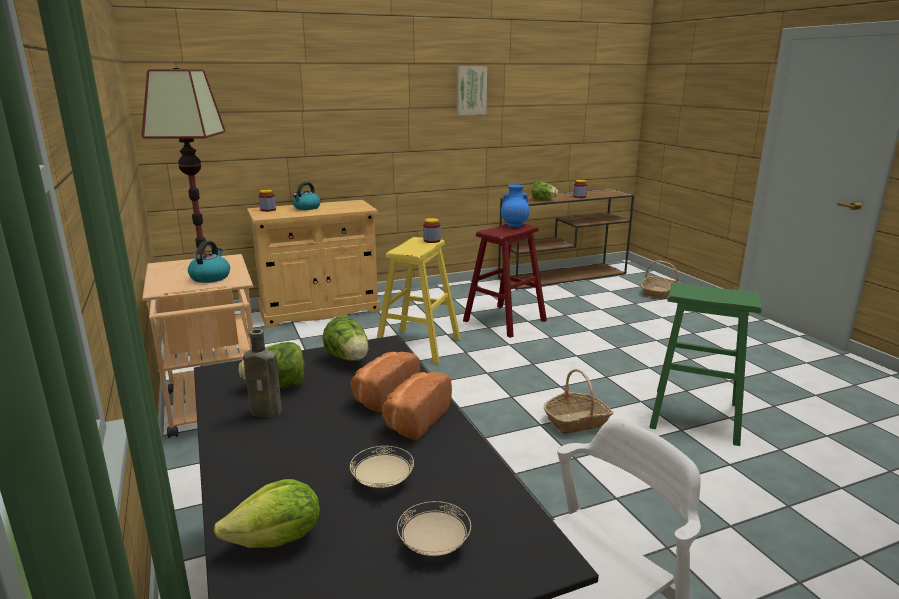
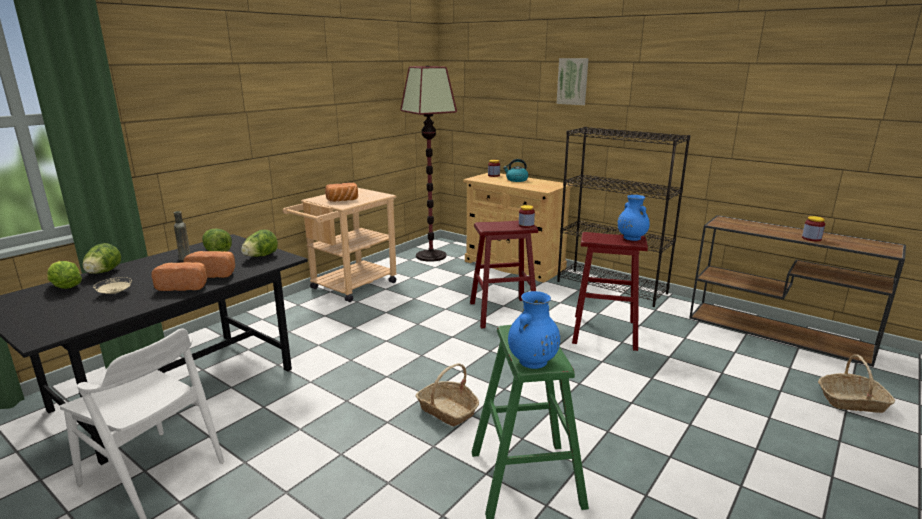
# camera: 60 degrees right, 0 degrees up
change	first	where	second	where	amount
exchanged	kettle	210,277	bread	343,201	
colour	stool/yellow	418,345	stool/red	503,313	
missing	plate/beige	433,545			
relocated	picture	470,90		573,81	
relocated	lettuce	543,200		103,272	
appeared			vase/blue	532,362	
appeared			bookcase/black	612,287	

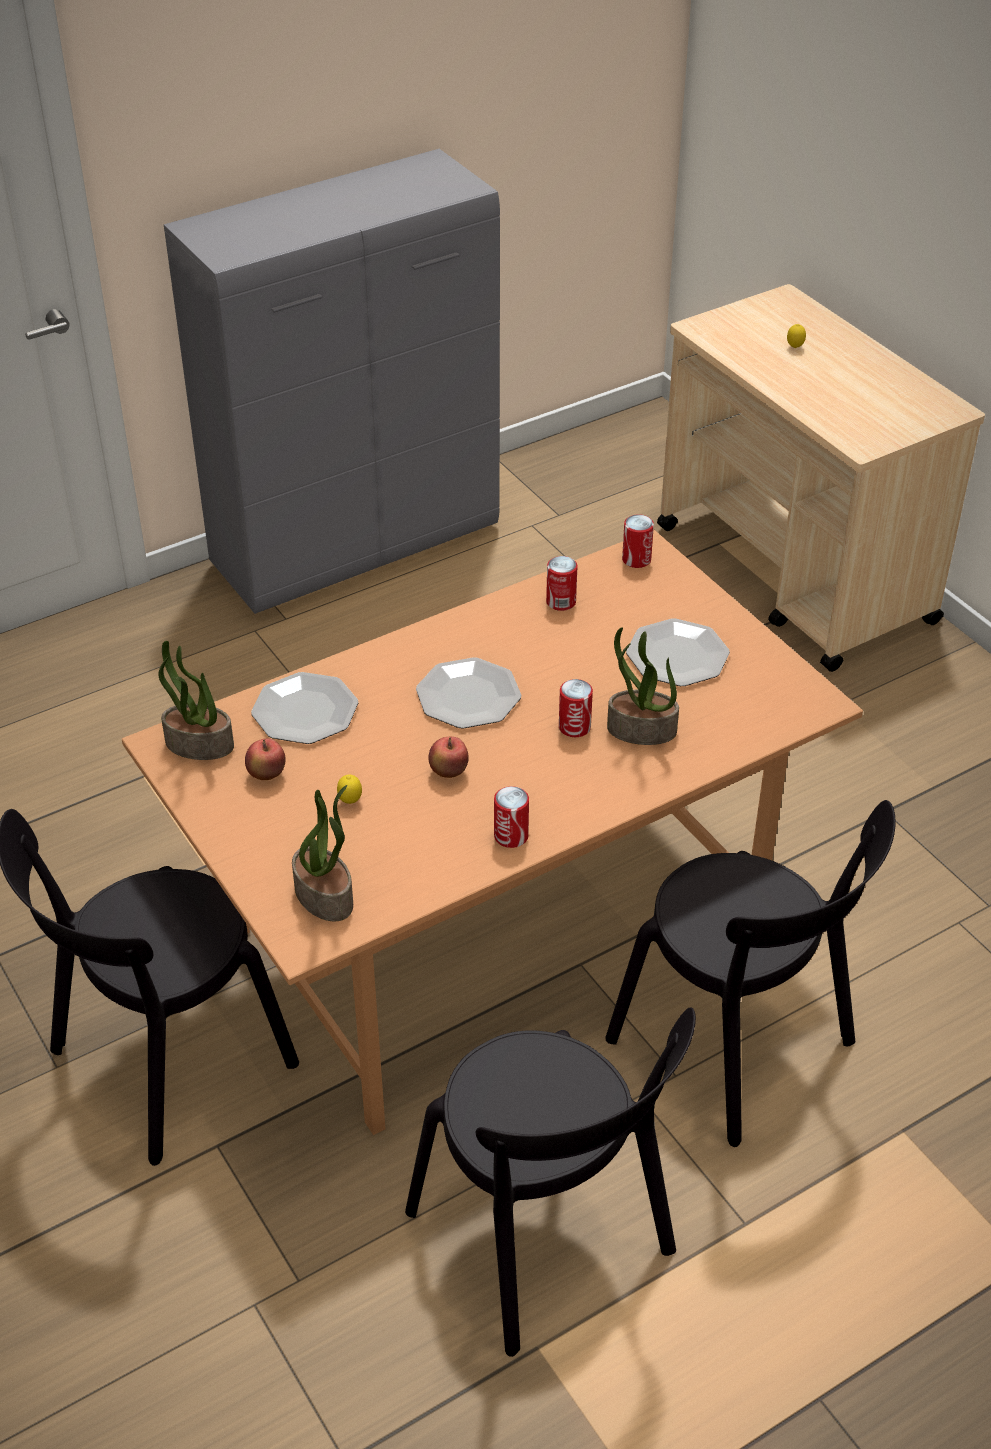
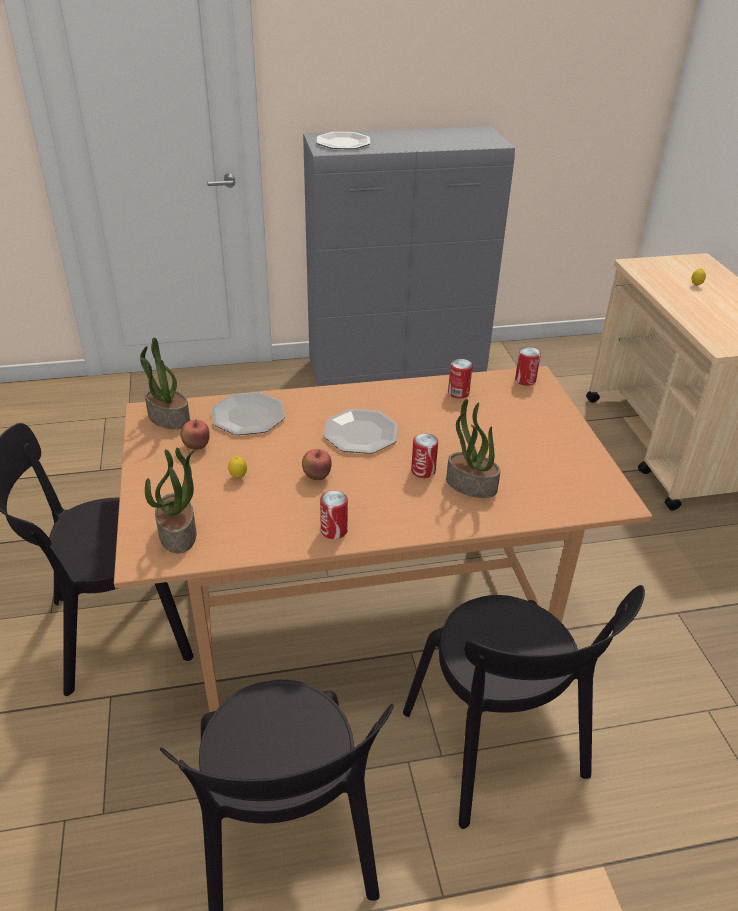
# camera: 20 degrees right, 5 degrees down
change	first	where	second	where	amount
relocated	plate	677,655		343,143	

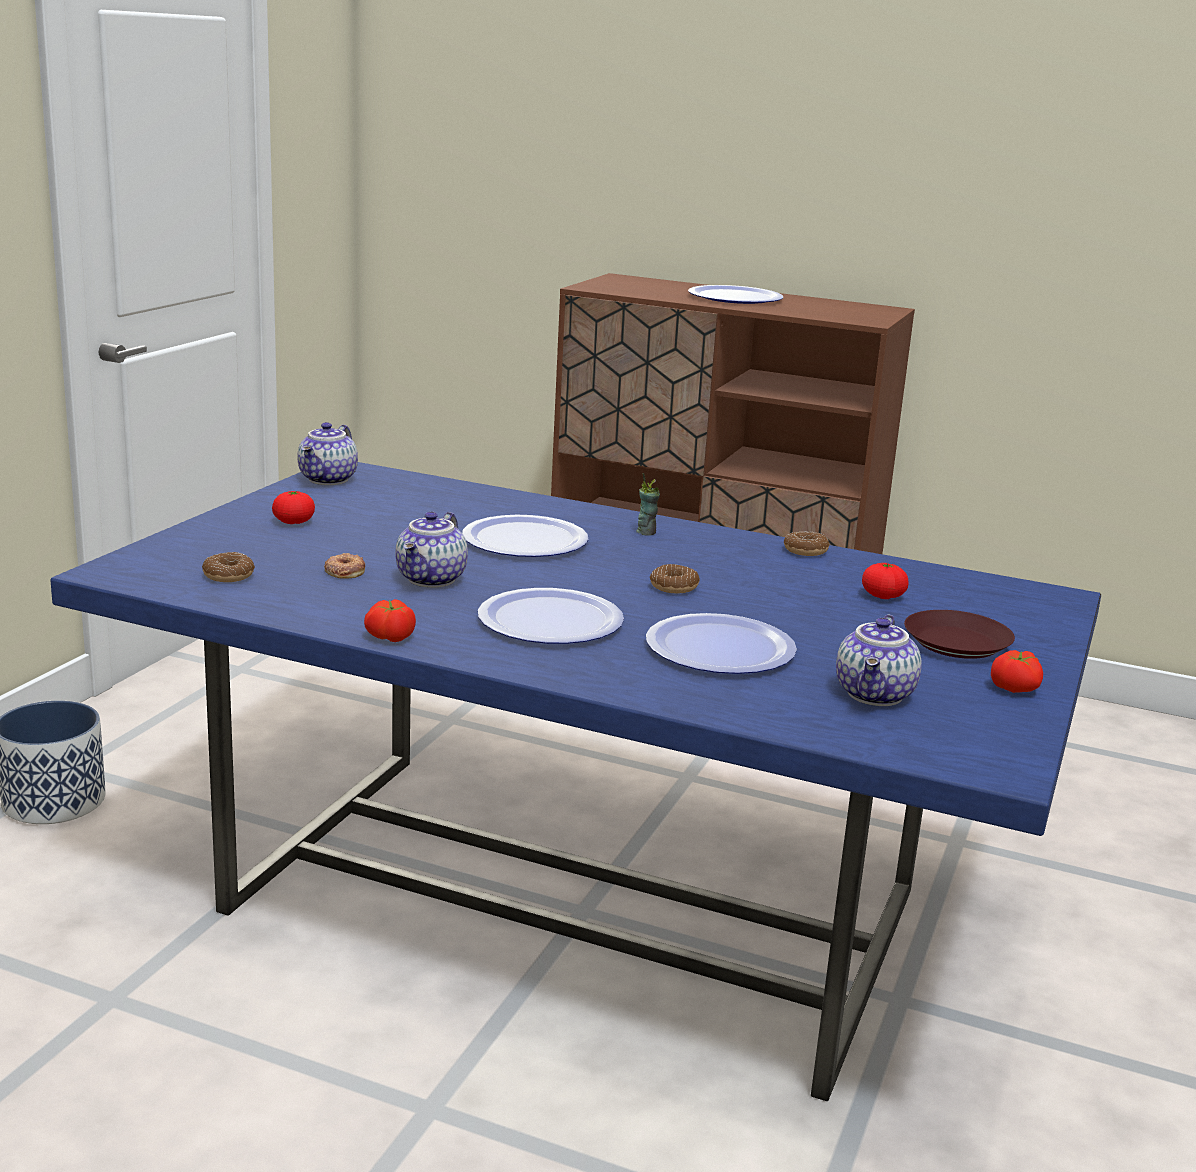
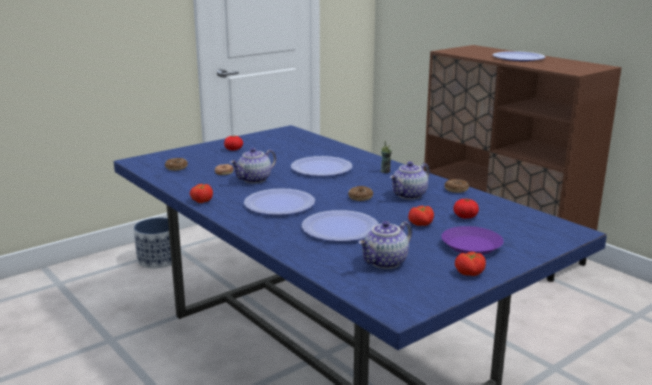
# camera: 30 degrees right, 0 degrees up
change	first	where	second	where	amount
relocated	teapot	329,480		409,195	
colour	plate/brown	957,643	plate/purple	471,246	
appeared			tomato	421,224	

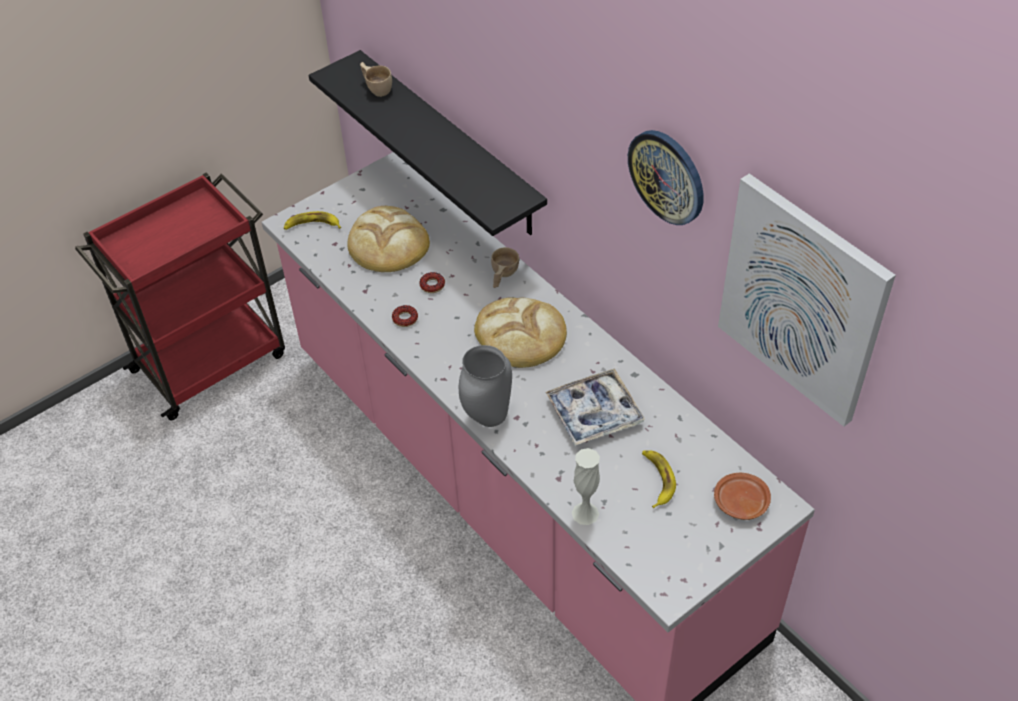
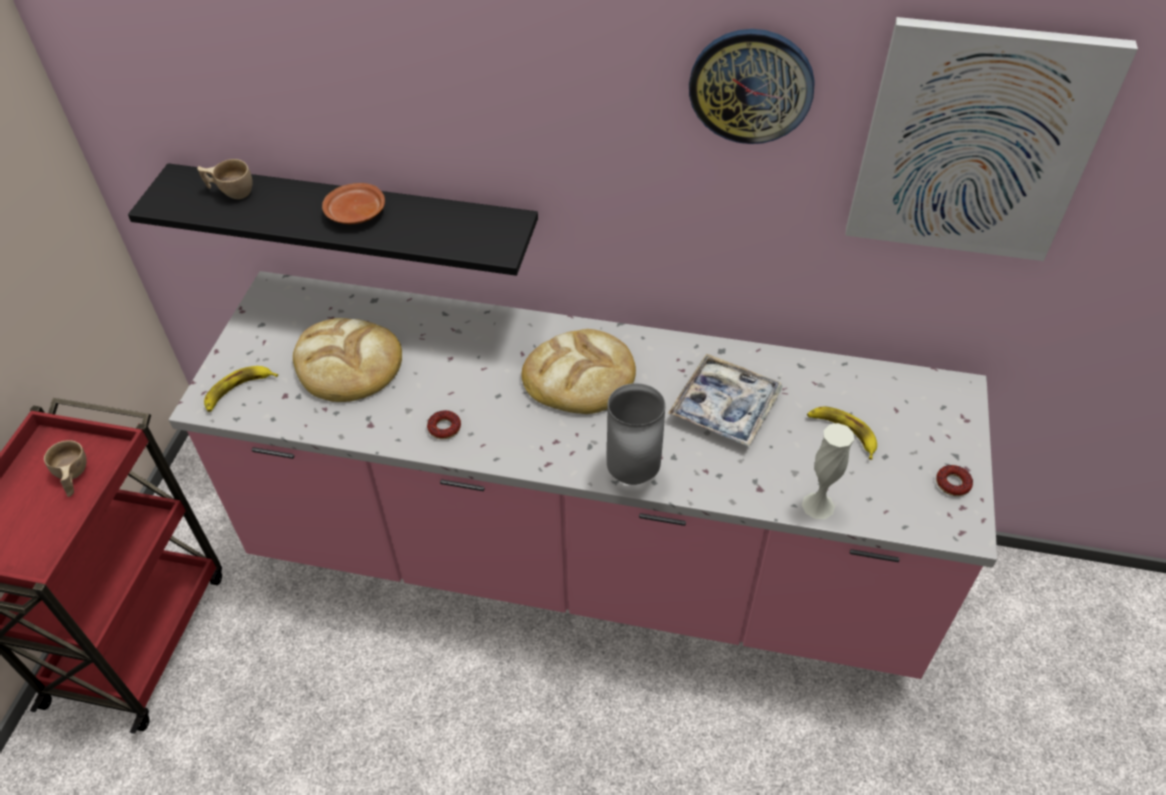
# camera: 40 degrees left, 0 degrees up
change	first	where	second	where	amount
relocated	donut	432,285		953,483	
relocated	cup/beige	502,276		73,478	
relocated	plate/brown	740,502		355,213	

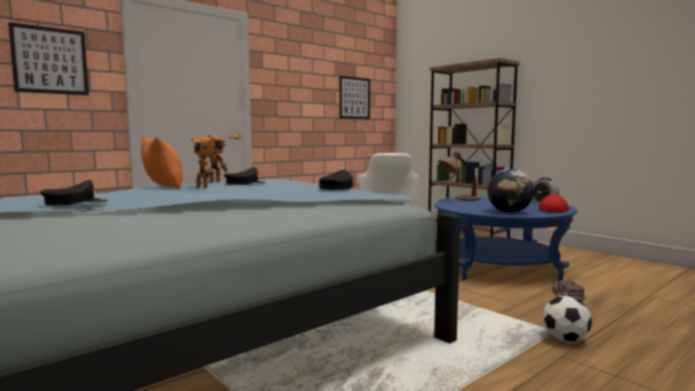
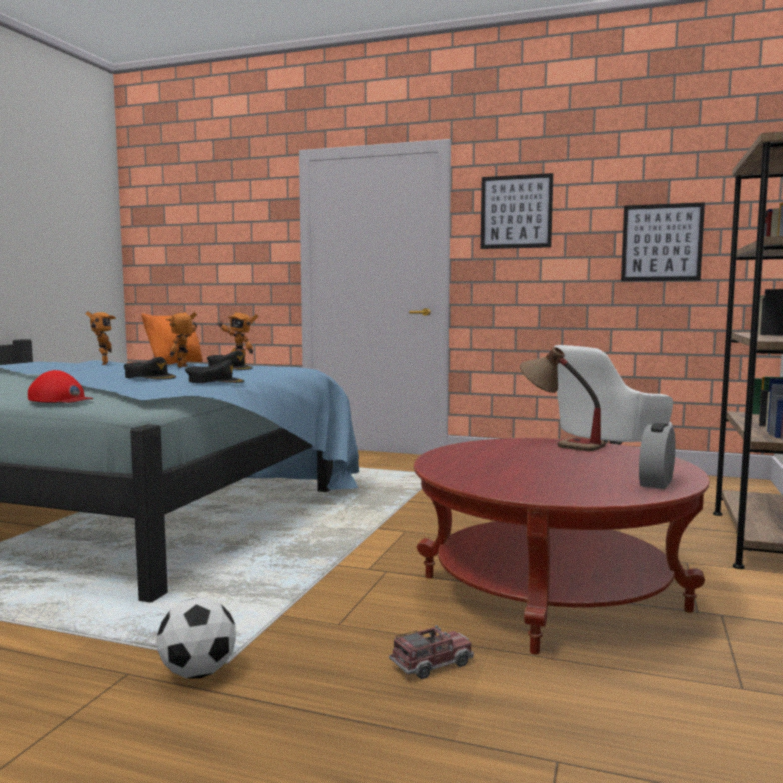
# camera: 60 degrees right, 0 degrees up
change	first	where	second	where	amount
relocated	picture	50,60		516,212	
relocated	cap/black	75,203		150,377	
colour	coffee table/blue	500,267	coffee table/red	551,593	
missing	globe	509,212			
relocated	cap/red	555,210		61,399	
appeared			toy robot	102,364	

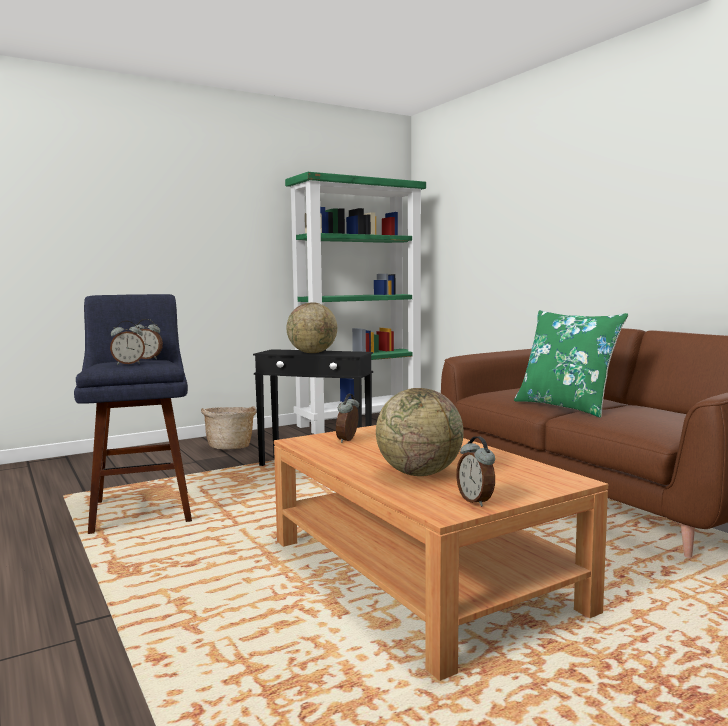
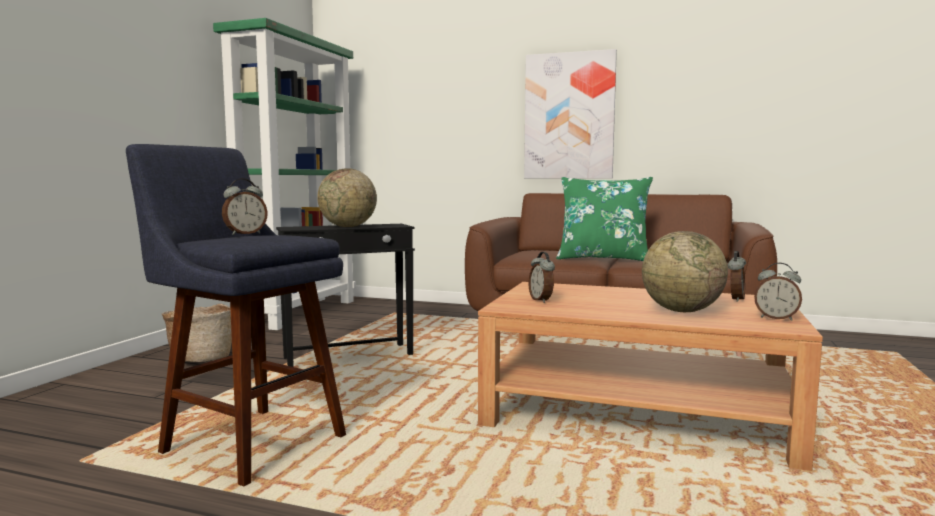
# camera: 40 degrees left, 0 degrees up
change	first	where	second	where	amount
relocated	alarm clock	128,364		735,299	
appeared			picture	569,116	

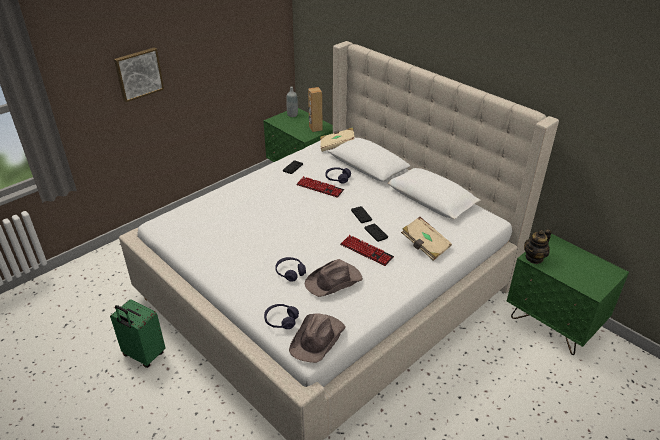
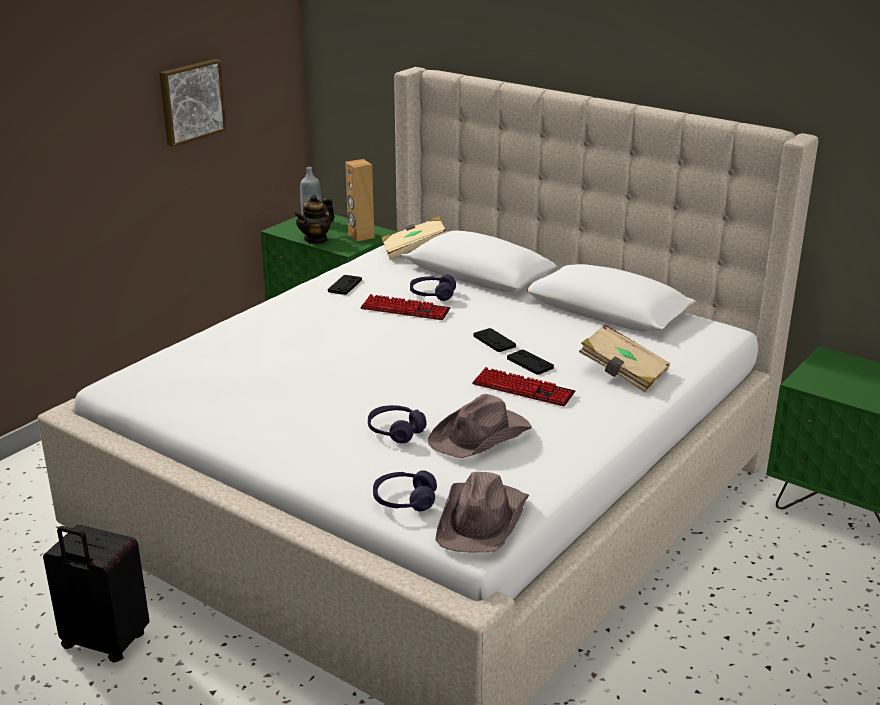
# camera: 10 degrees left, 10 degrees down
change	first	where	second	where	amount
colour	suitcase/green	143,355	suitcase/black	104,643	
relocated	picture	138,74		191,101	
relocated	teapot	534,258		316,239	

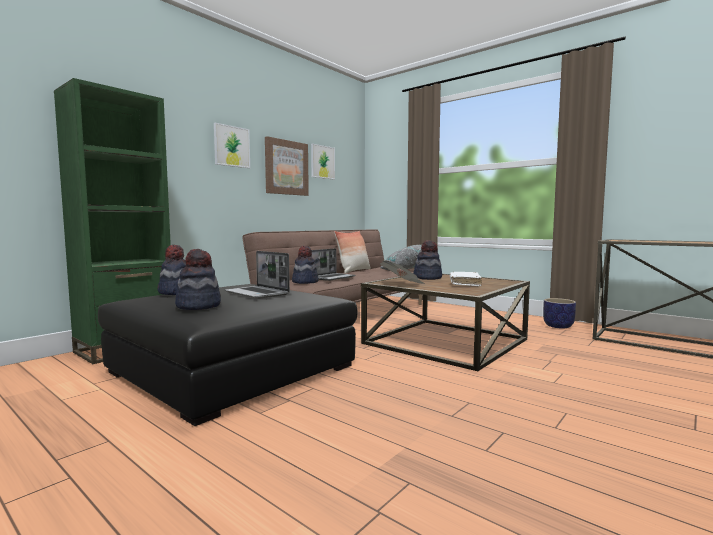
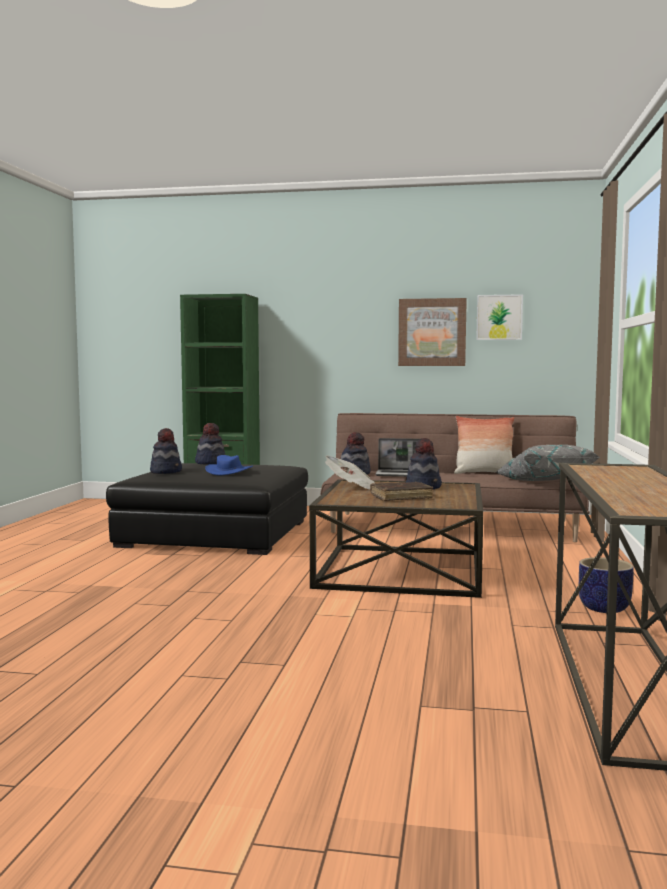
# camera: 60 degrees right, 0 degrees up
change	first	where	second	where	amount
missing	picture	231,146			
exchanged	laptop	258,293	hat/blue	229,471	
colour	book/white	464,283	book/brown	401,497	

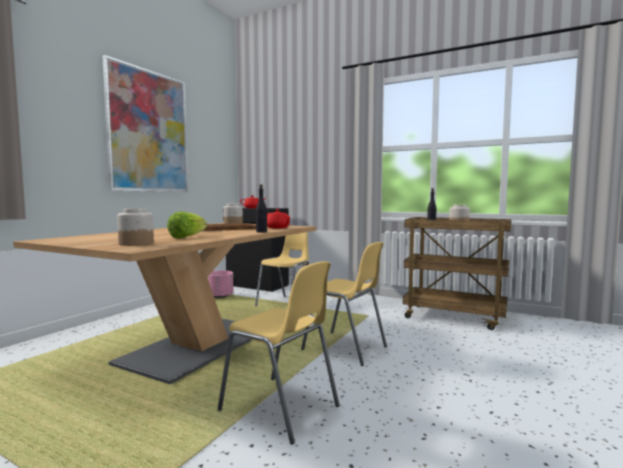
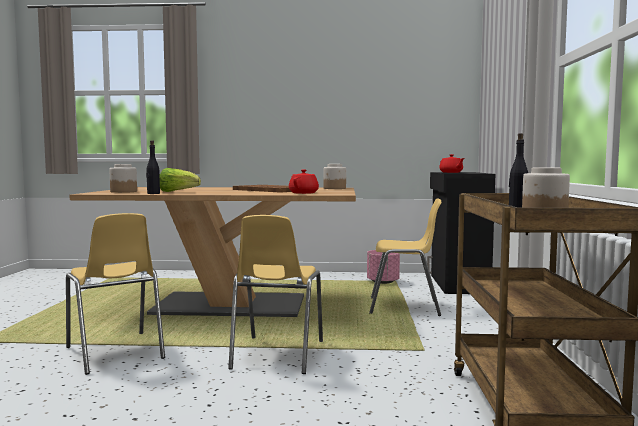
# camera: 65 degrees right, 0 degrees up
change	first	where	second	where	amount
missing	picture	149,131			
spun	chair/yellow	280,409		115,353	45 degrees counterclockwise
relocated	bottle/black	261,232		153,193	

